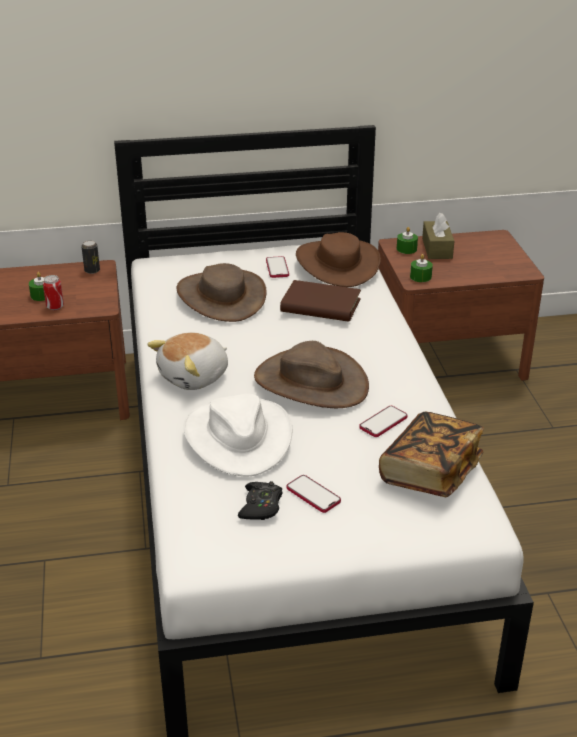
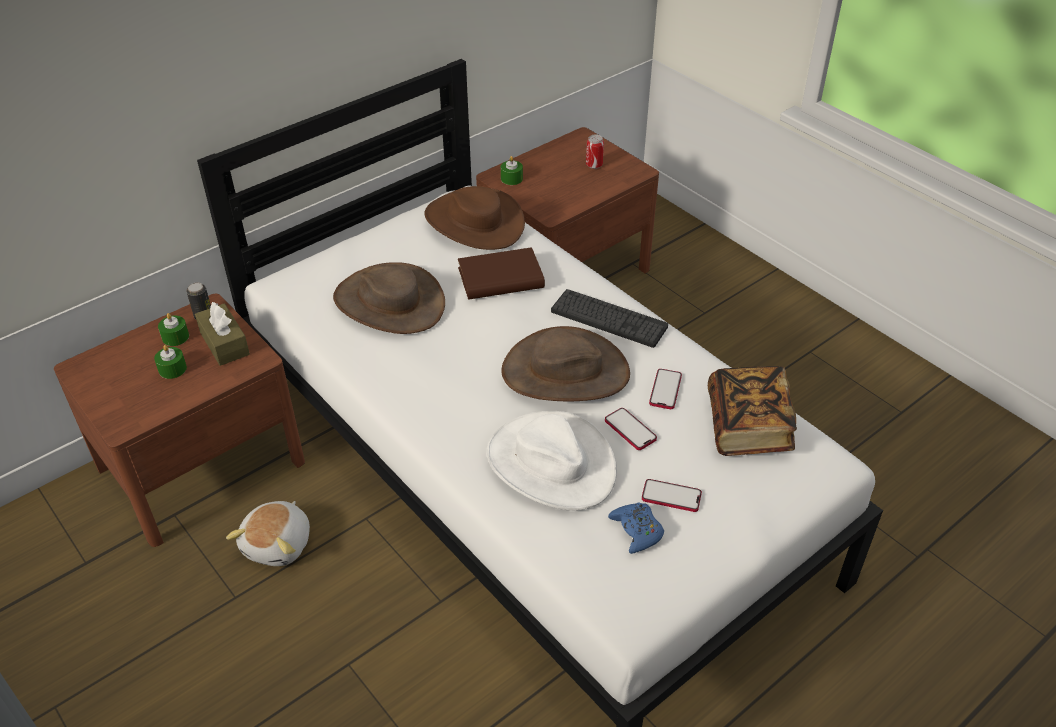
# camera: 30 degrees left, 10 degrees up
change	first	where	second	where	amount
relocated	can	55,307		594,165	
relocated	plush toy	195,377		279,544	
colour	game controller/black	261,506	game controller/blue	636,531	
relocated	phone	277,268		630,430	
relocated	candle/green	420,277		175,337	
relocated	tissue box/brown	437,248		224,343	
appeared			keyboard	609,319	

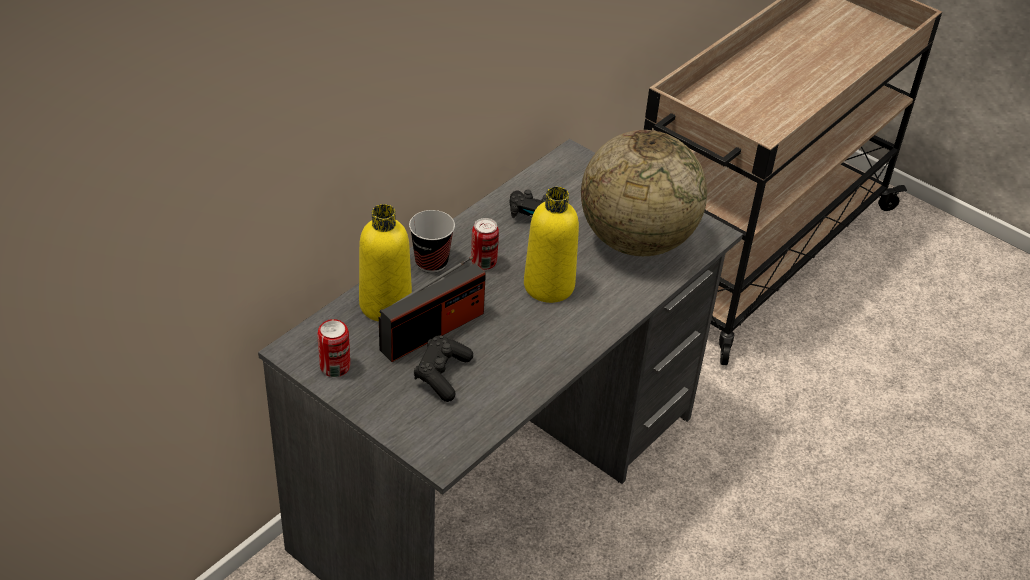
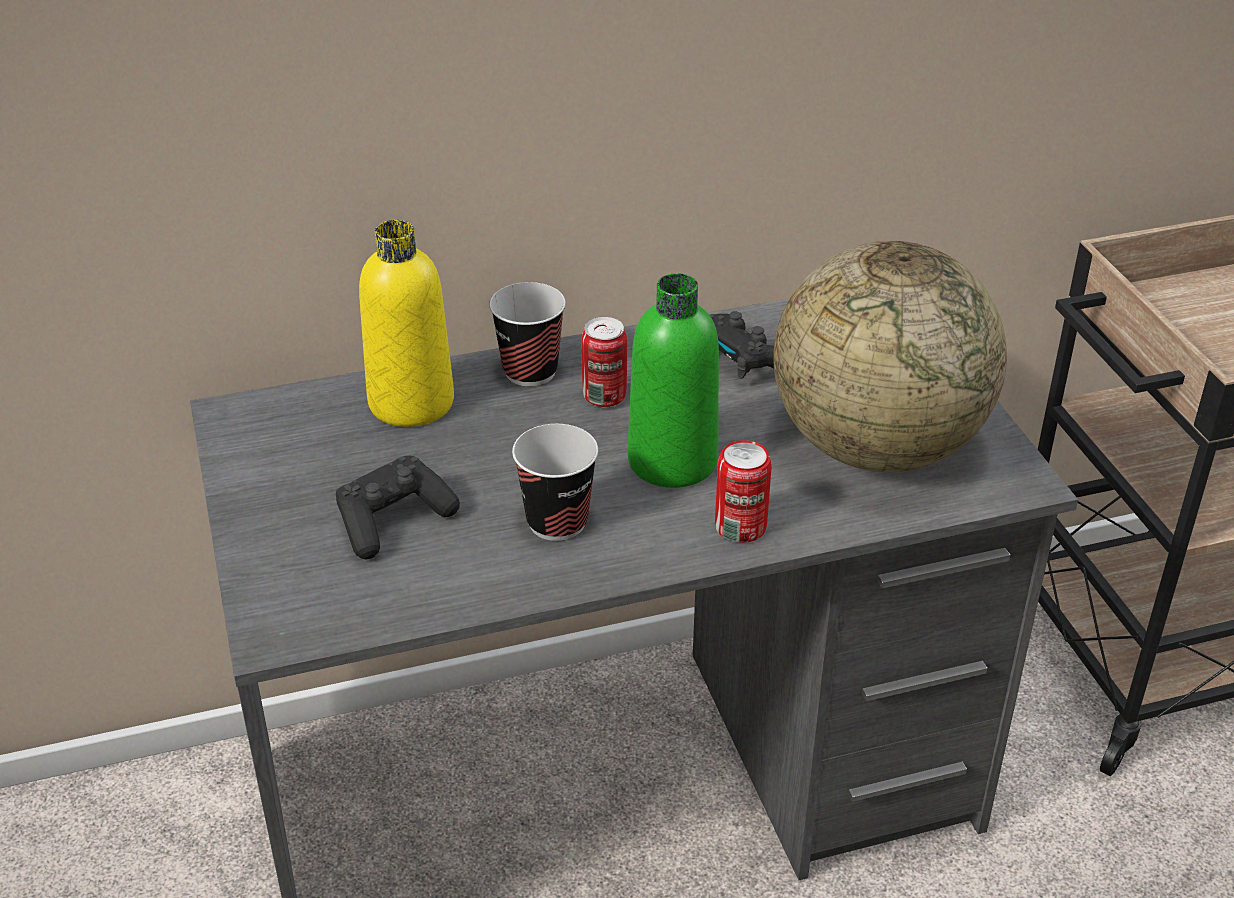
# camera: 35 degrees right, 5 degrees down
change	first	where	second	where	amount
relocated	can	335,367		740,527	
missing	radio	432,331			
colour	bottle/yellow	549,286	bottle/green	672,461	
appeared			cup	557,522	

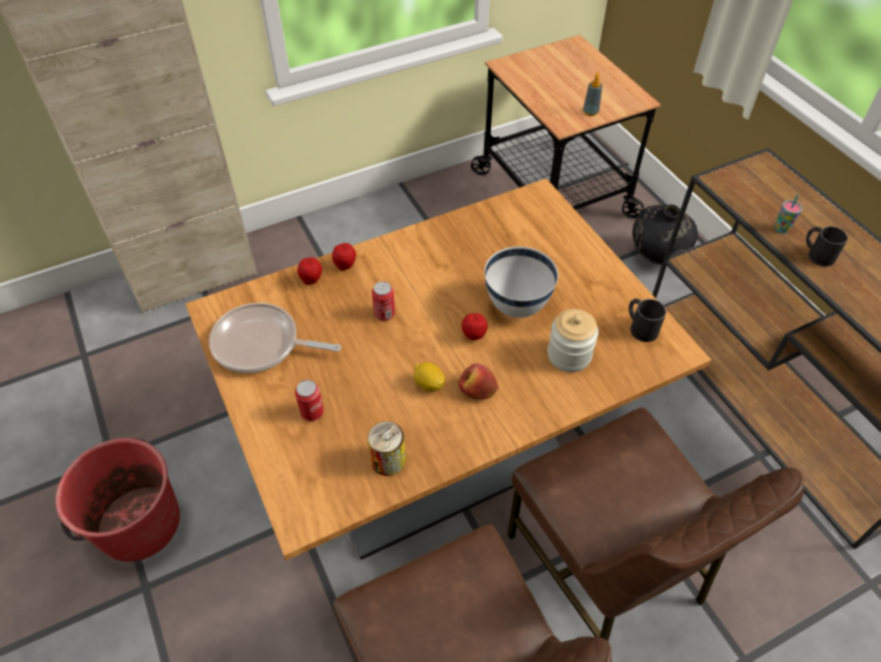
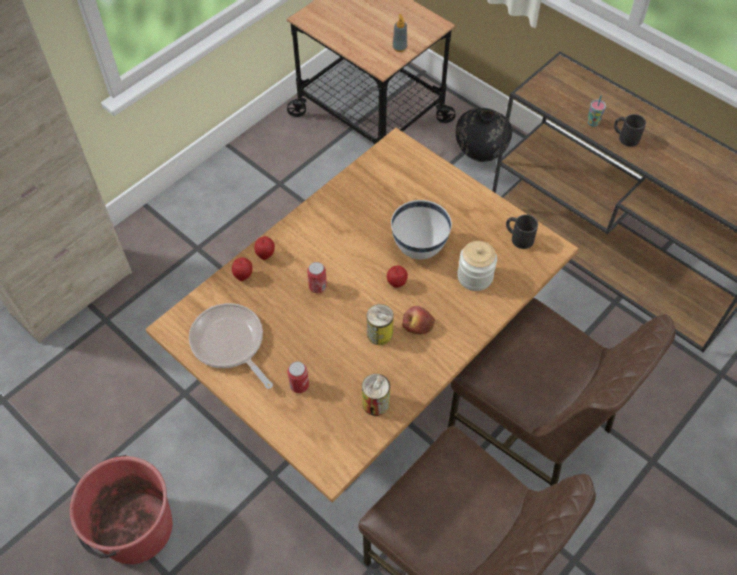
# camera: 20 degrees left, 5 degrees up
change	first	where	second	where	amount
spun	frying pan	261,344		230,344	60 degrees clockwise
exchanged	lemon	429,384	can	379,334	

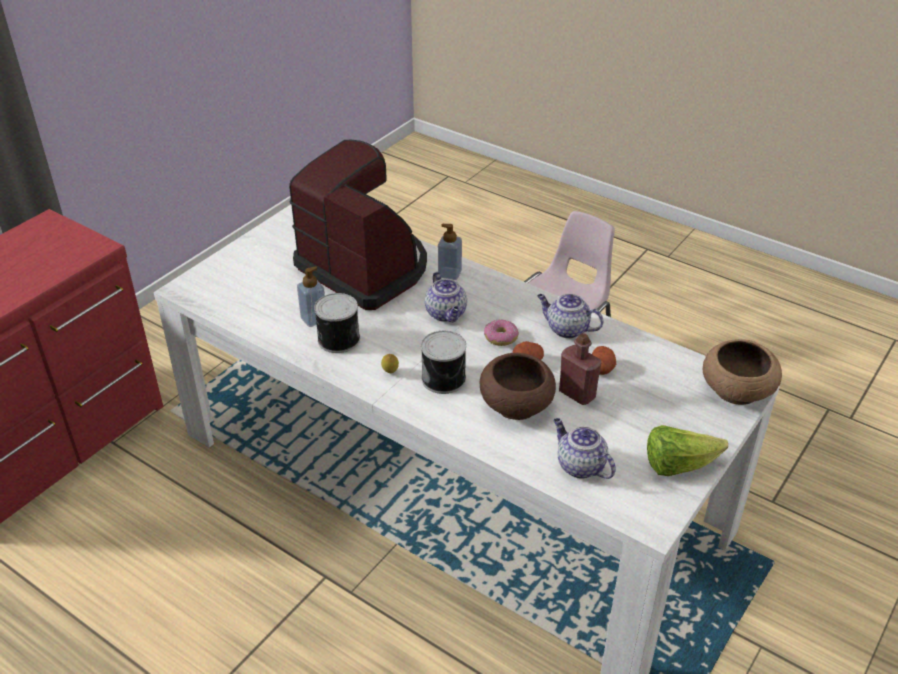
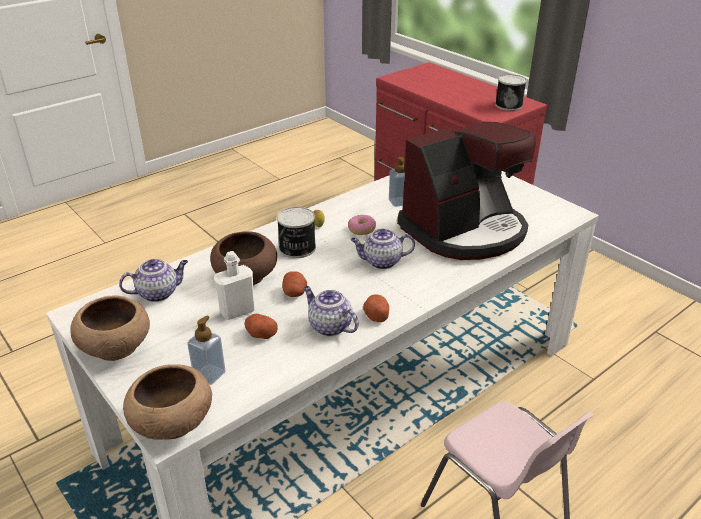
# camera: 105 degrees right, 5 degrees down
change	first	where	second	where	amount
relocated	can	337,339		509,105	
relocated	soap dispenser	449,273		209,375	
relocated	donut	500,337		361,229	
spun	teapot	566,329		329,326	90 degrees counterclockwise
colour	bottle/red	577,394	bottle/white	237,311	
exchanged	lettuce	678,465	bowl/brown	116,346	
appeared			potato	376,315	

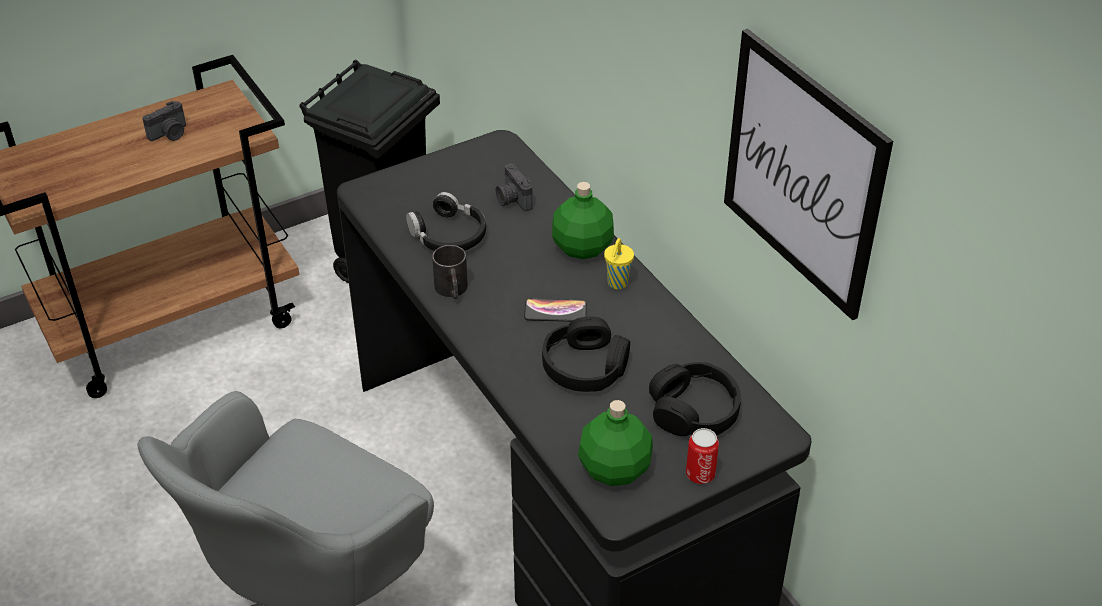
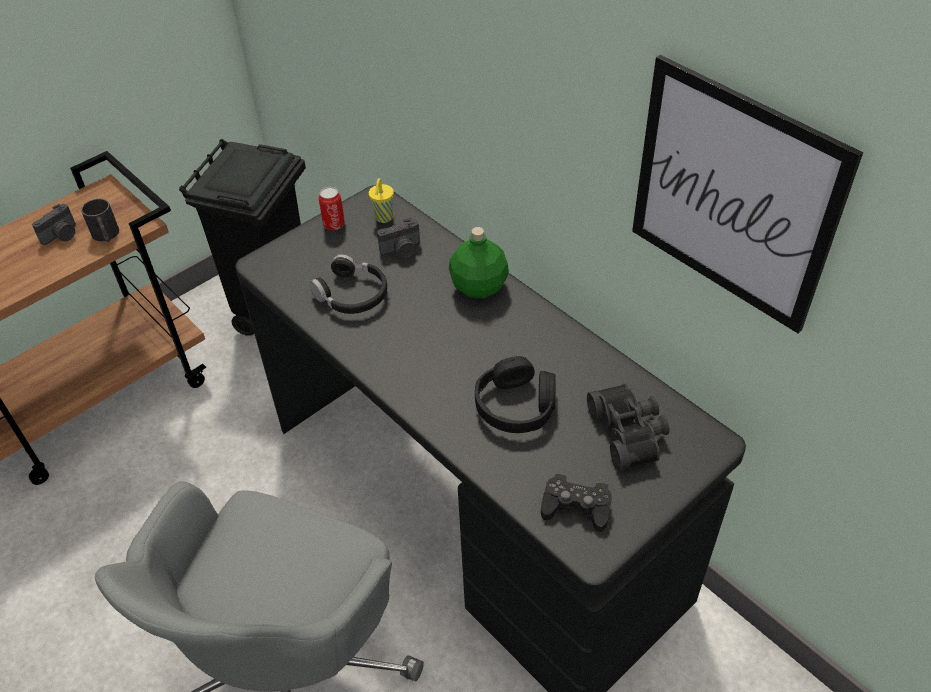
# camera: 10 degrees left, 5 degrees up
change	first	where	second	where	amount
relocated	mug/black	452,291		106,236	
spun	photo camera	512,200		402,250	75 degrees counterclockwise
missing	phone	555,311			
exchanged	bottle/green	615,469	game controller/black	576,507	
relocated	cup/yellow	617,284		383,218	
exchanged	headphones/black	694,411	binoculars/black	630,432	
relocated	can	700,474		334,224	

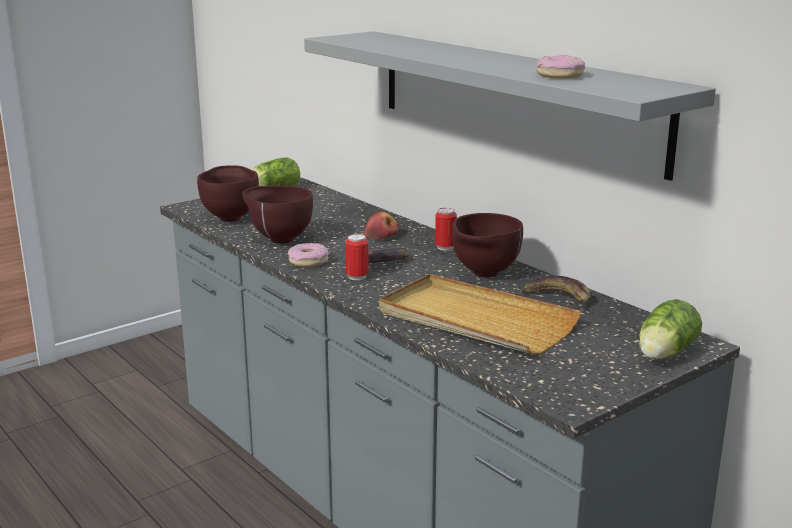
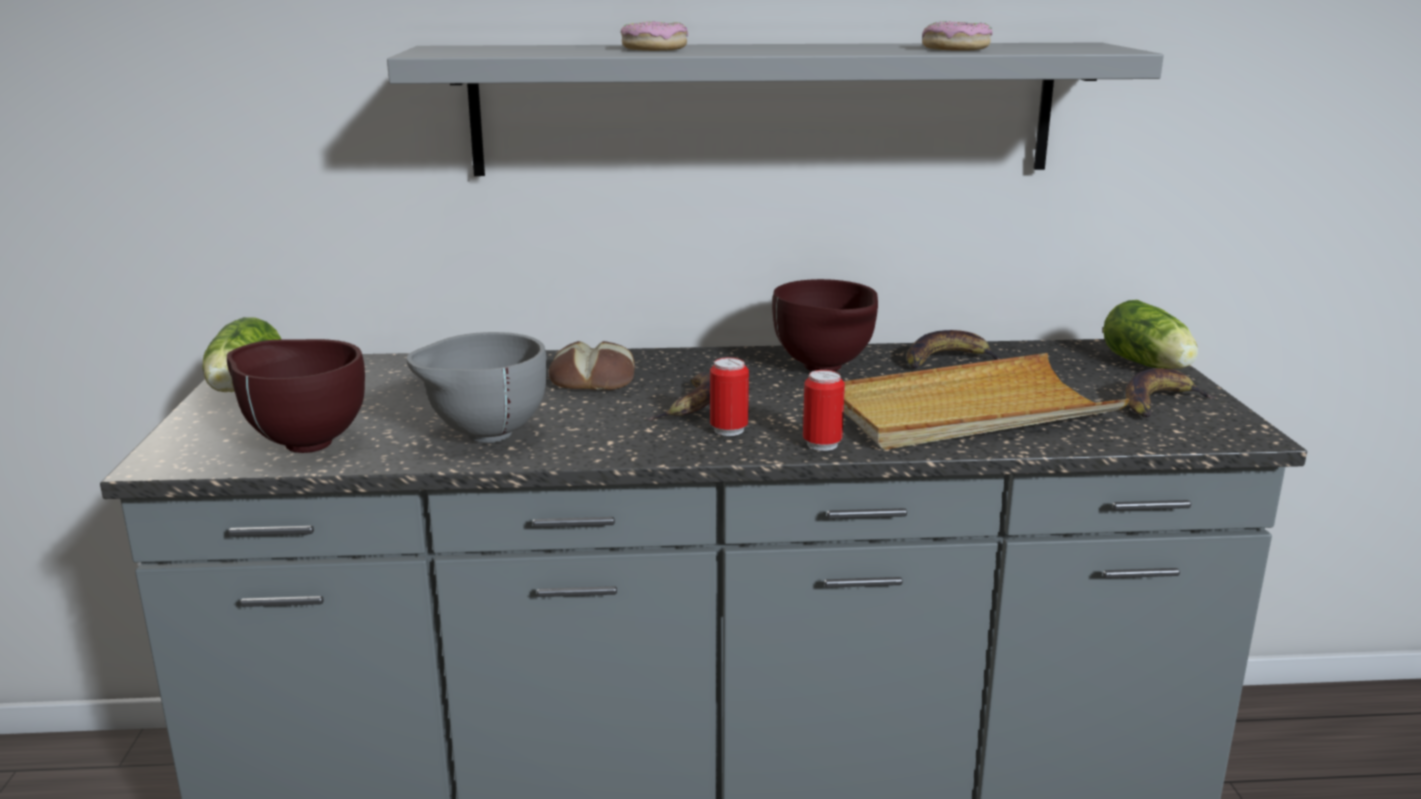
# camera: 55 degrees left, 0 degrees up
change	first	where	second	where	amount
colour	bowl/brown	279,239	bowl/grey	483,437	
relocated	donut	308,261		654,48	
exchanged	apple	381,236	bread	594,378	
relocated	can	445,247		822,444	
appeared			banana	1159,402	

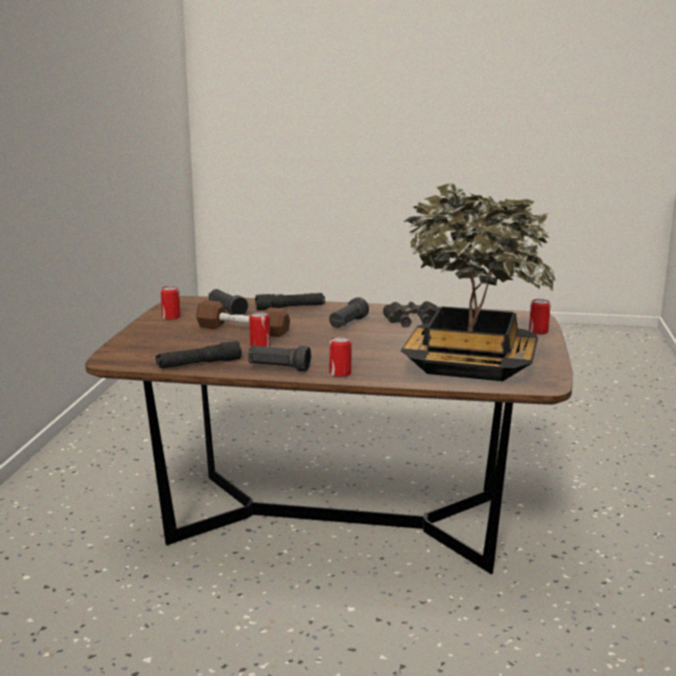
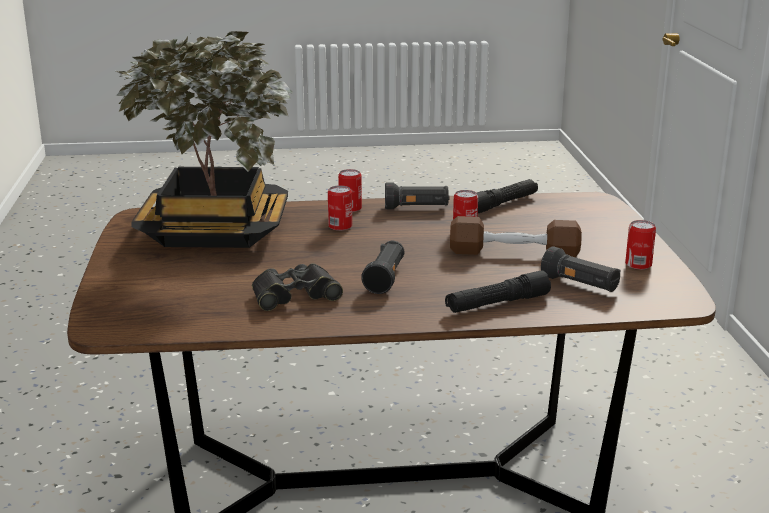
# camera: 165 degrees right, 5 degrees up
change	first	where	second	where	amount
relocated	can	538,332		340,226	

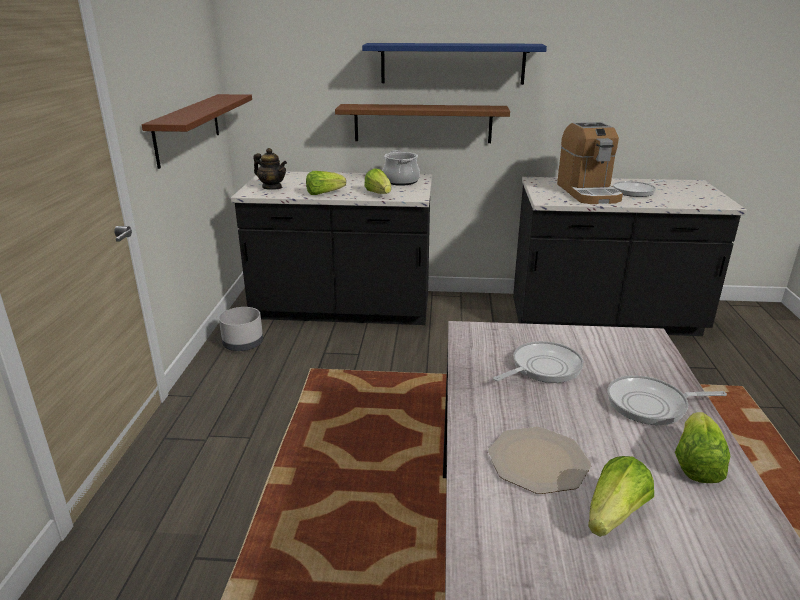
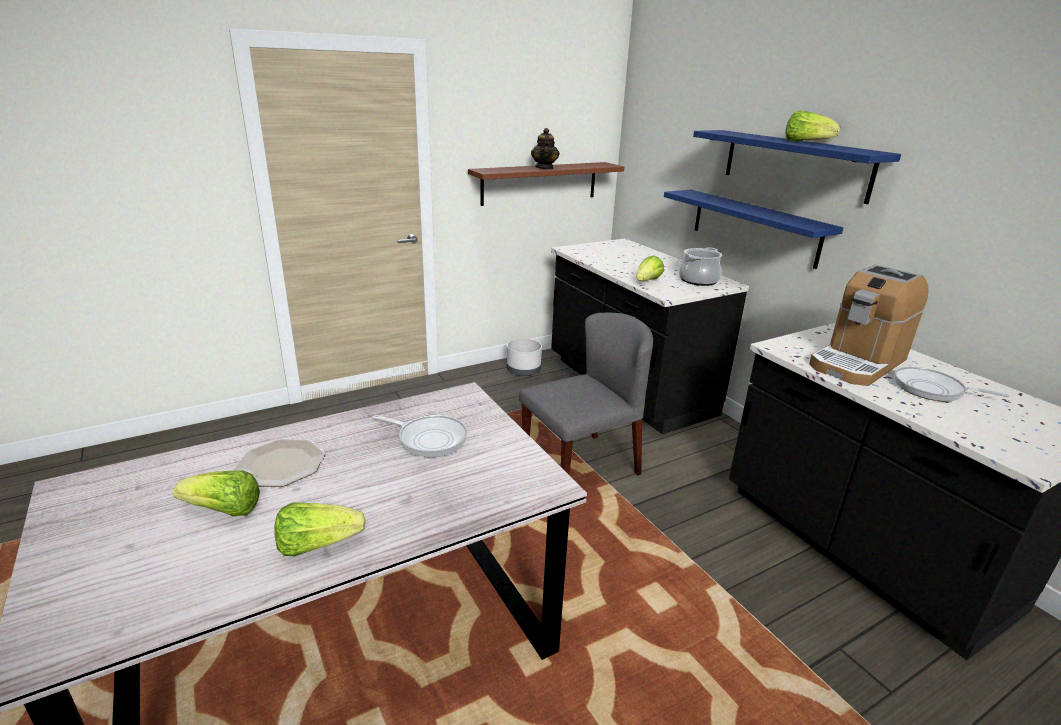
# camera: 55 degrees right, 0 degrees up
change	first	where	second	where	amount
relocated	teapot	272,187		544,168	
relocated	lettuce	324,193		806,142	
colour	shelf/brown	422,123	shelf/blue	754,227	
missing	frying pan	651,405			
appeared			chair/grey	581,465	

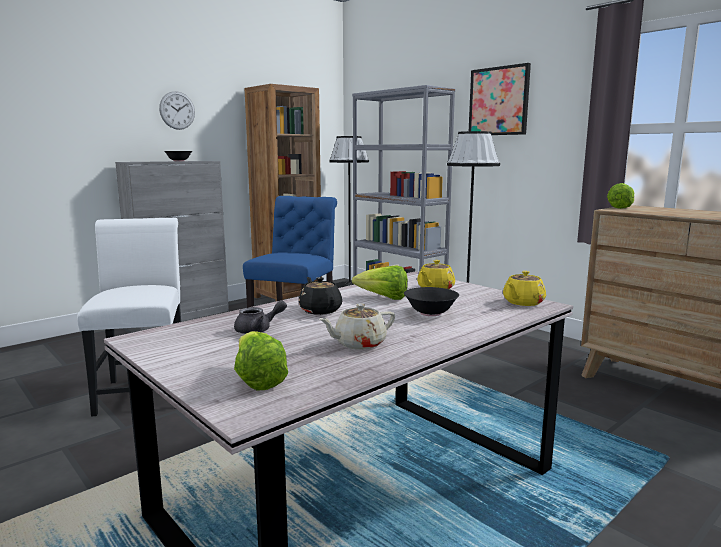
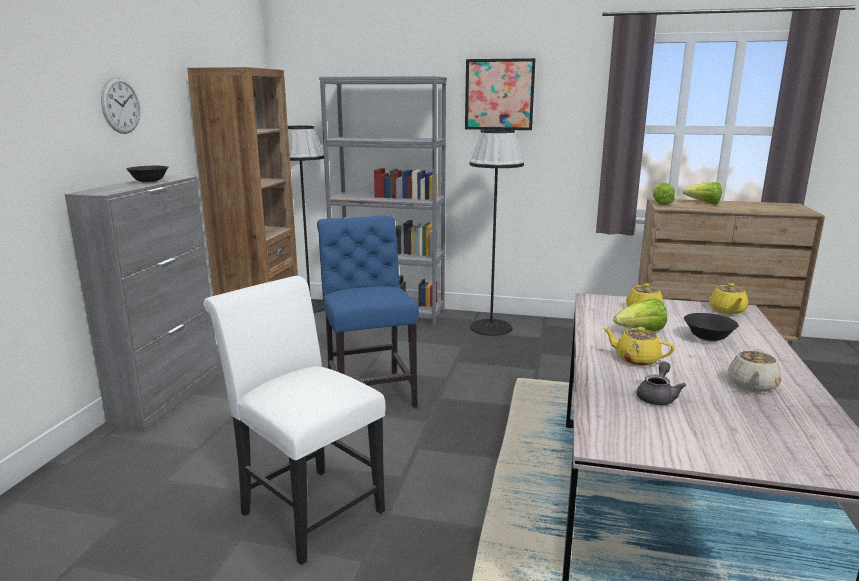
# camera: 35 degrees left, 5 degrees up
change	first	where	second	where	amount
relocated	lettuce	258,380		704,203	
colour	teapot/black	320,310	teapot/yellow	636,359	

